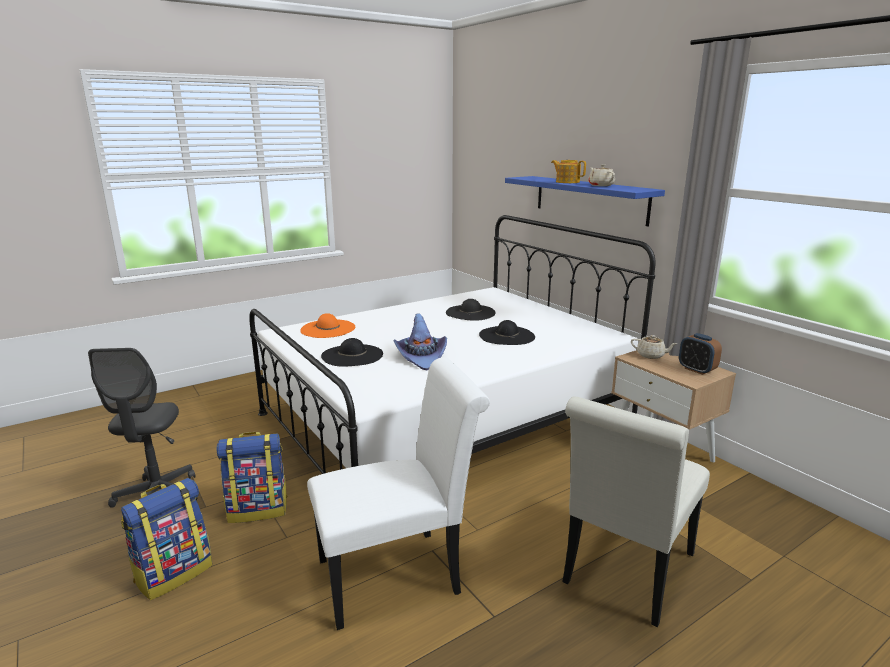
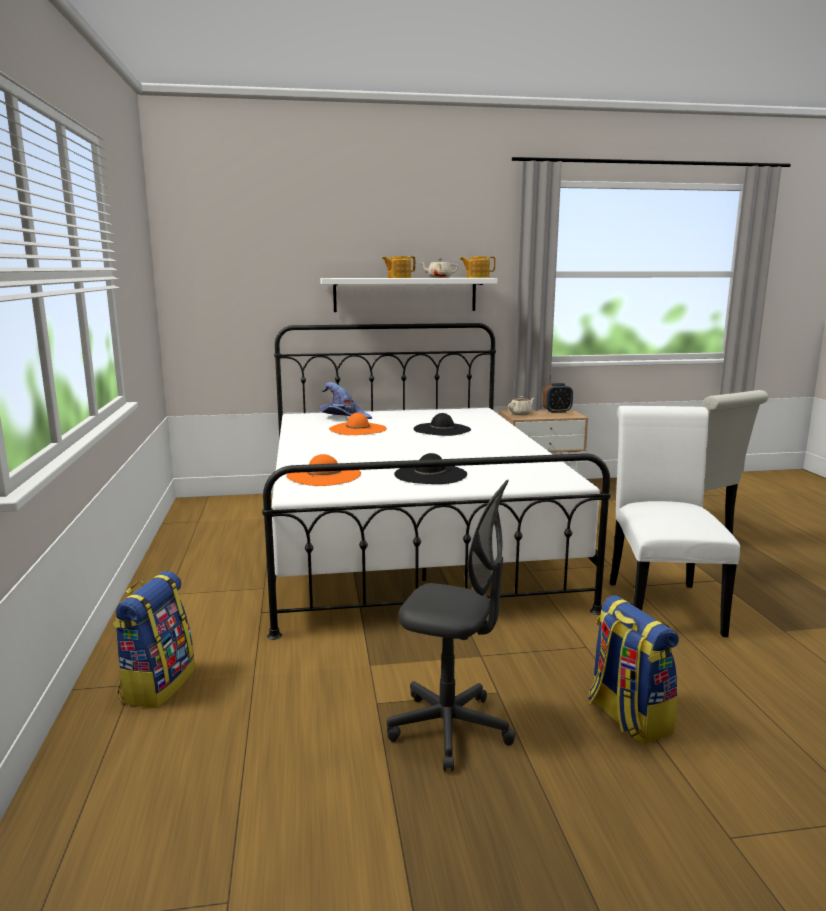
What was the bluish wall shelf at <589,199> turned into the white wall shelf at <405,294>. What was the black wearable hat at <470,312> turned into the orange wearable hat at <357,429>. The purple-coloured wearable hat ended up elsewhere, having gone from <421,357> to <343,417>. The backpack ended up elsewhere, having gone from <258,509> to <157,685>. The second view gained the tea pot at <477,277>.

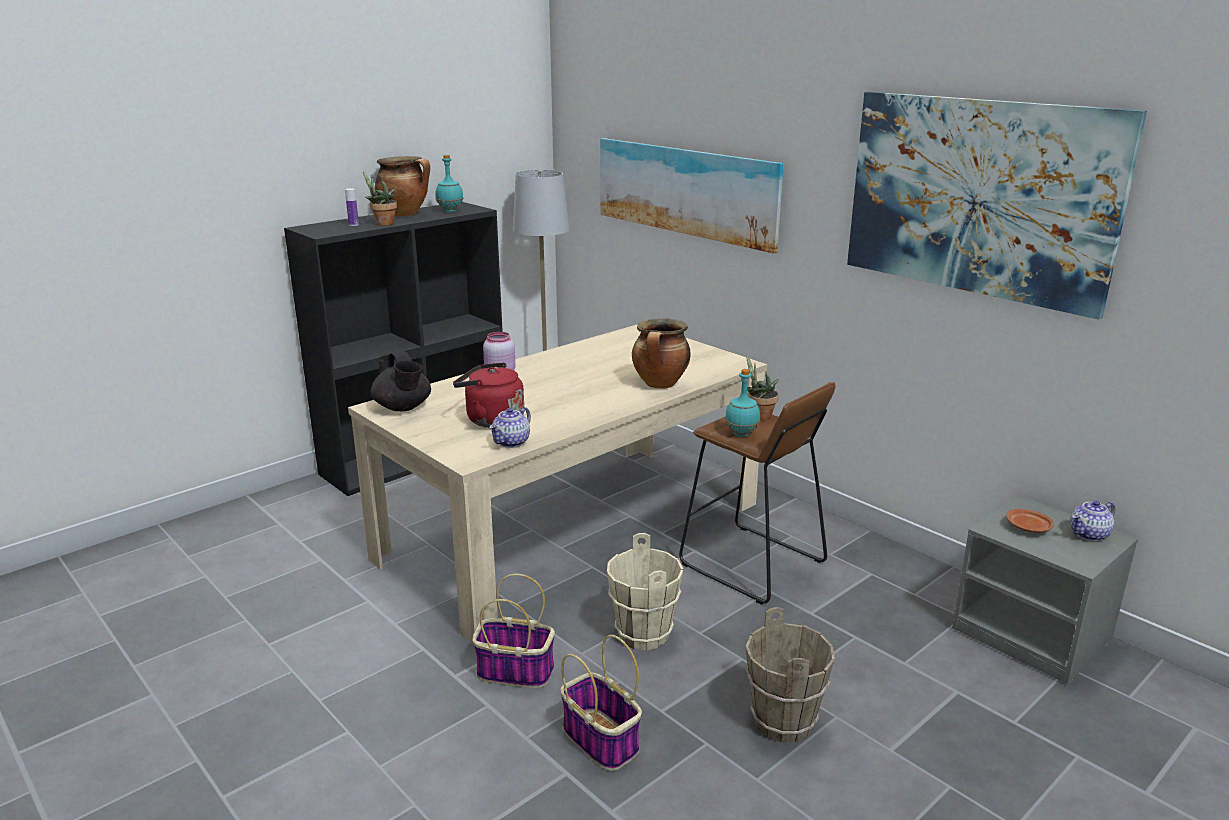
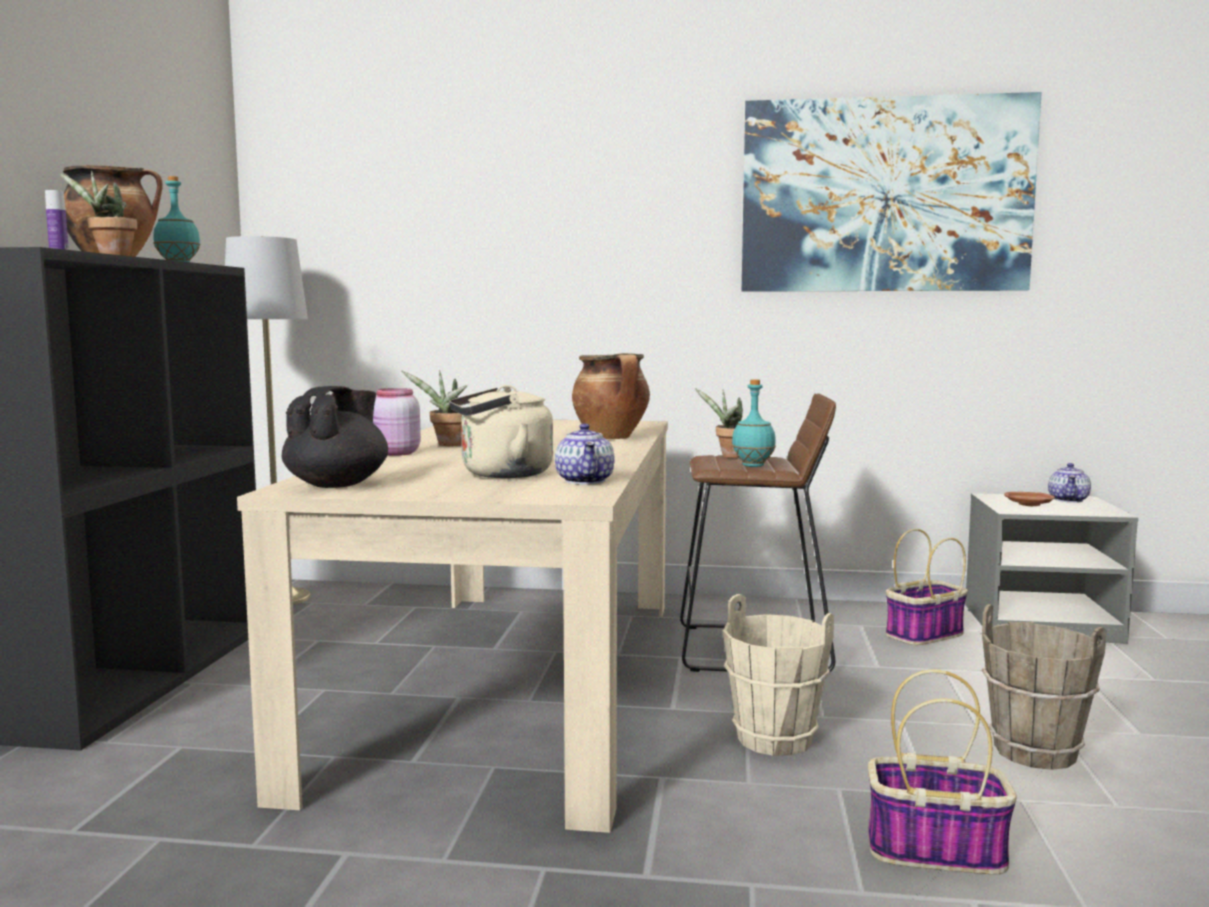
The second view lost the wall picture at <686,190>. The black tea pot at <403,408> ended up facing another way, 90 degrees counterclockwise from before. What was the reddish tea kettle at <491,420> turned into the beige tea kettle at <501,474>. The household basket ended up elsewhere, having gone from <513,671> to <924,635>. The second view gained the potted plant at <447,445>.

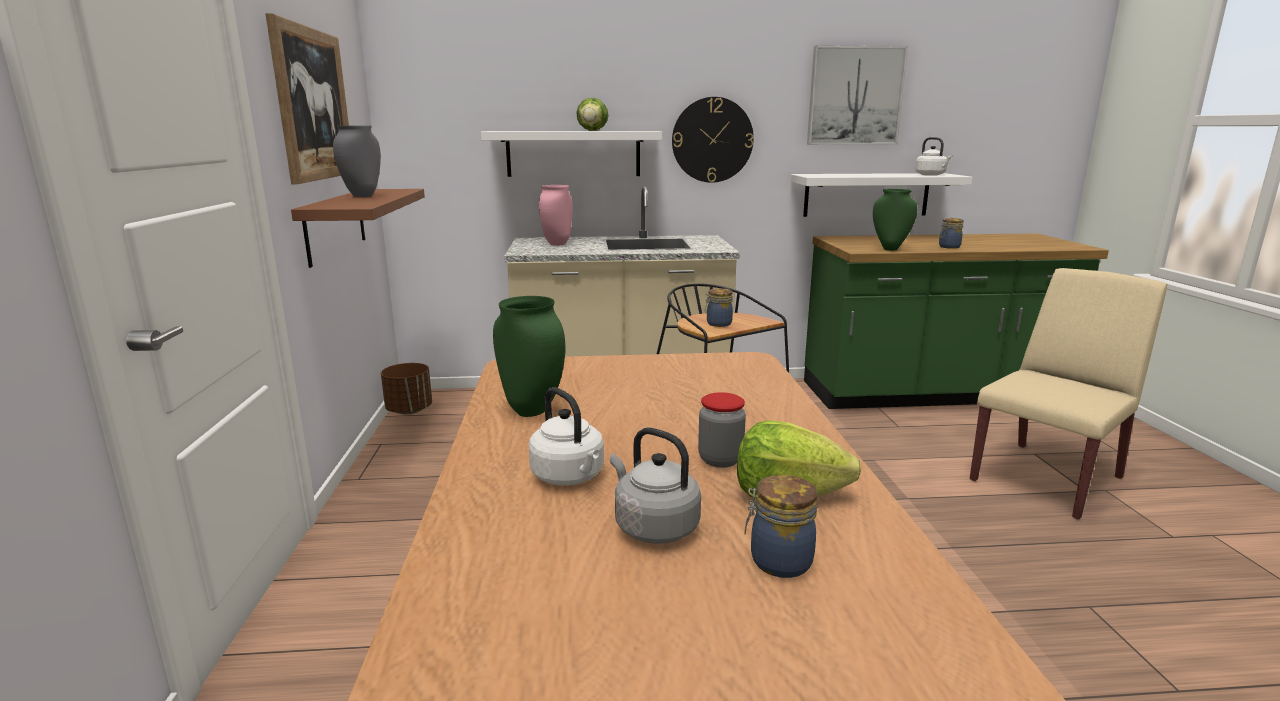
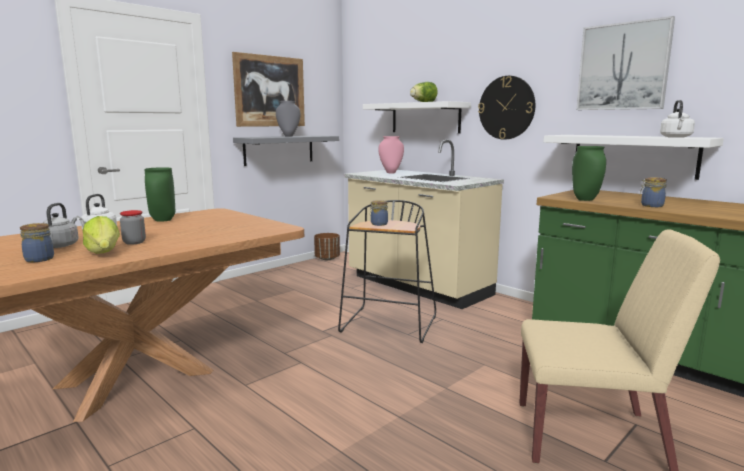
What was the brown wall shelf at <335,225> turned into the grey wall shelf at <279,150>.

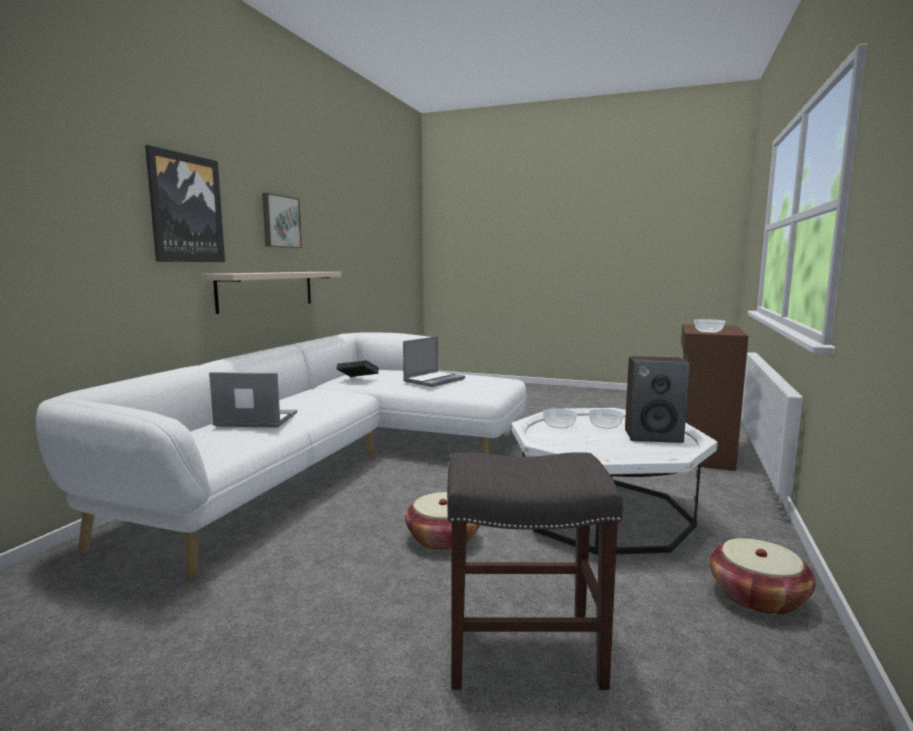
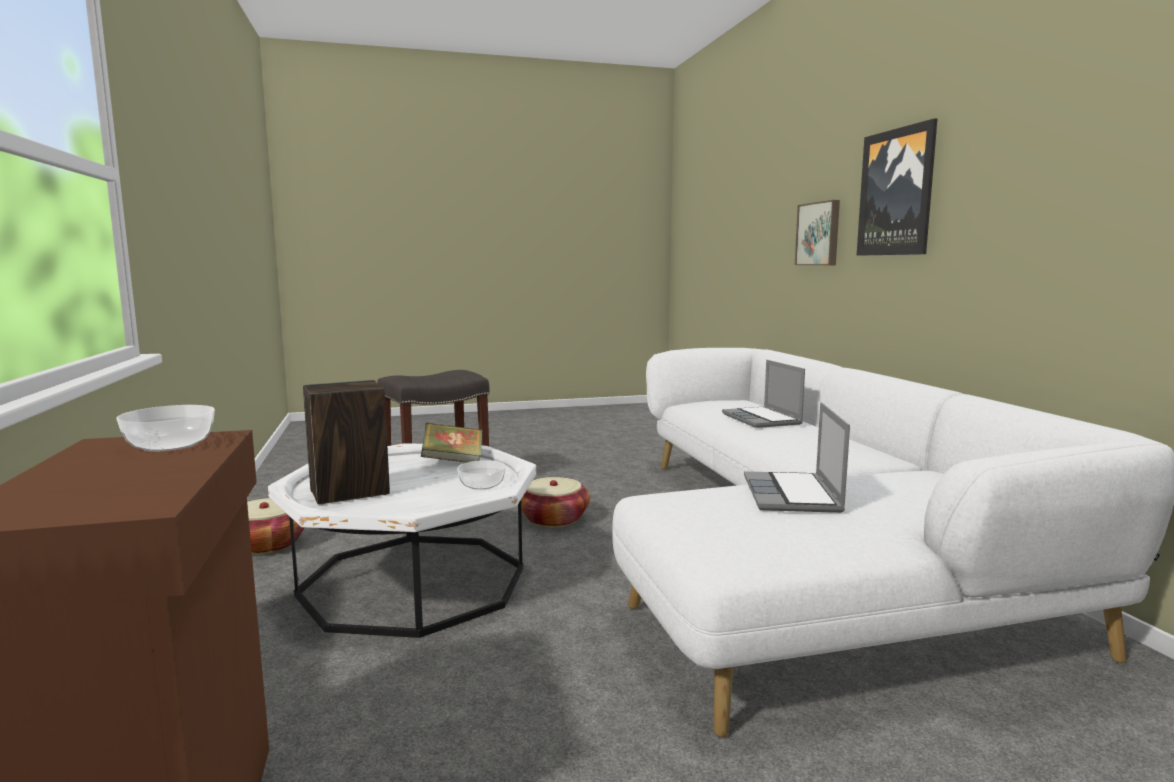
The wall picture ended up elsewhere, having gone from <280,221> to <819,234>. The second view lost the beige wall shelf at <267,290>. The bound book ended up elsewhere, having gone from <358,380> to <453,461>. The notebook computer at <255,420> ended up facing another way, 105 degrees clockwise from before. The second view lost the bowl at <605,425>.

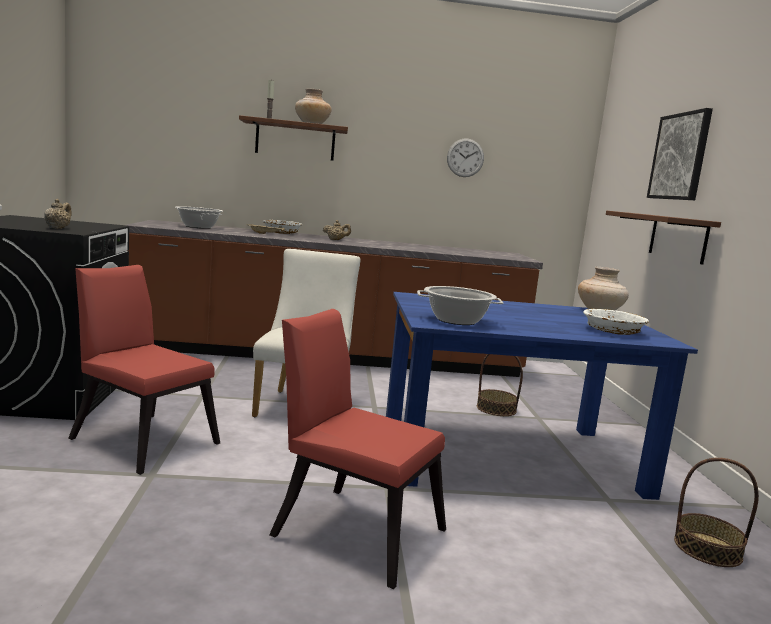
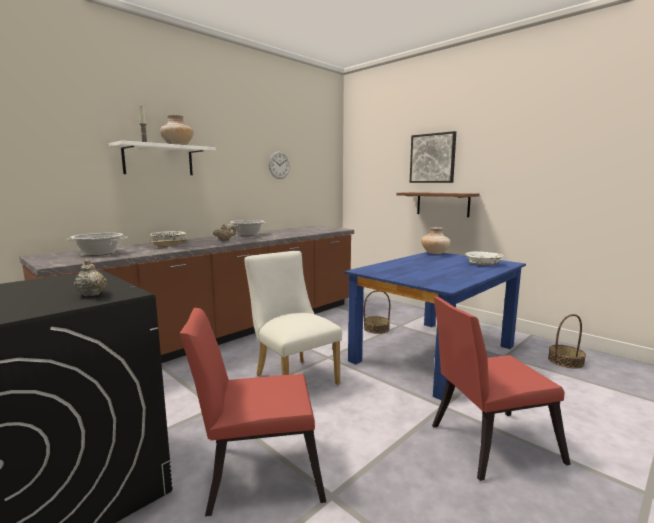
What was the brown wall shelf at <295,140> turned into the white wall shelf at <158,160>. The saucepot ended up elsewhere, having gone from <456,320> to <247,235>.

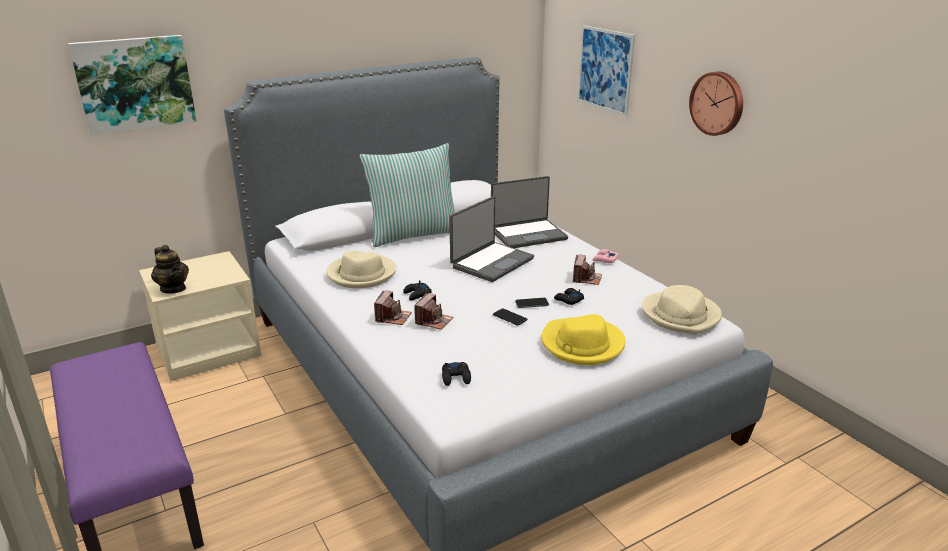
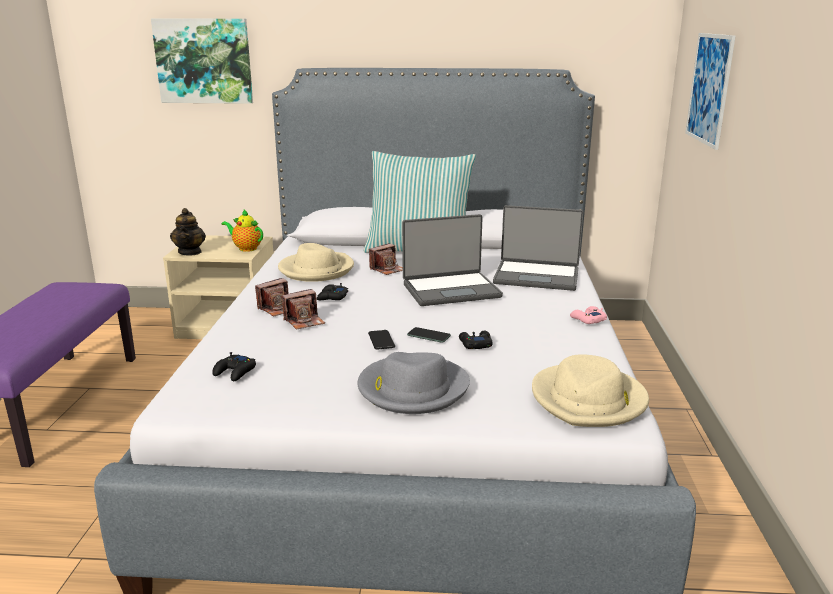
The second view lost the hanging clock at <718,103>. The photo camera ended up elsewhere, having gone from <586,279> to <387,269>. What was the yellow wearable hat at <581,344> turned into the grey wearable hat at <412,388>. The second view gained the tea pot at <246,248>.

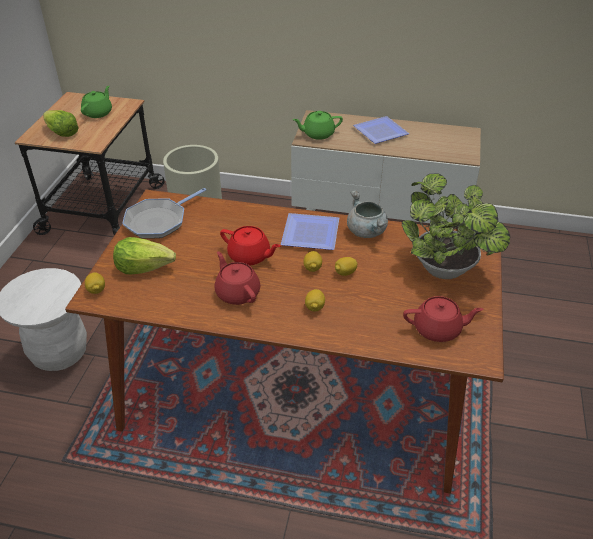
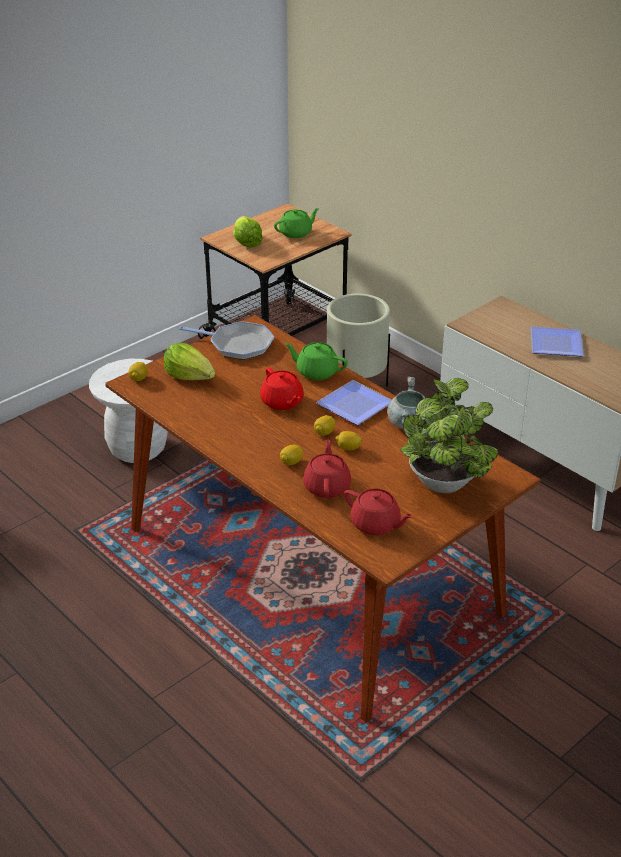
The green tea pot ended up elsewhere, having gone from <318,134> to <316,372>. The pan at <159,221> ended up facing another way, 150 degrees counterclockwise from before. The reddish tea pot ended up elsewhere, having gone from <237,292> to <327,486>.

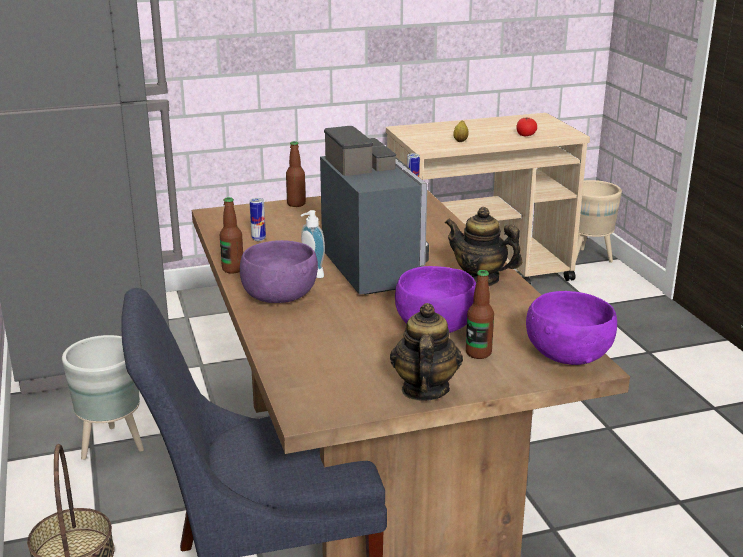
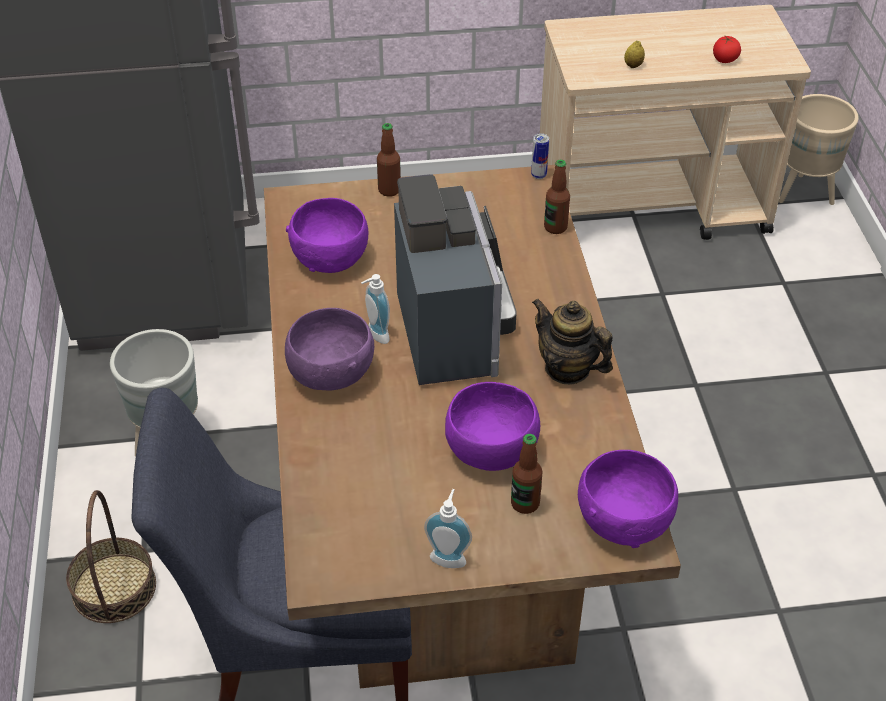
The bottle ended up elsewhere, having gone from <233,269> to <555,227>. Where the sealed can stood at <258,239>, the purple-coloured bowl came to stand at <330,258>. Where the tea pot stood at <424,389>, the soap dispenser came to stand at <449,556>.

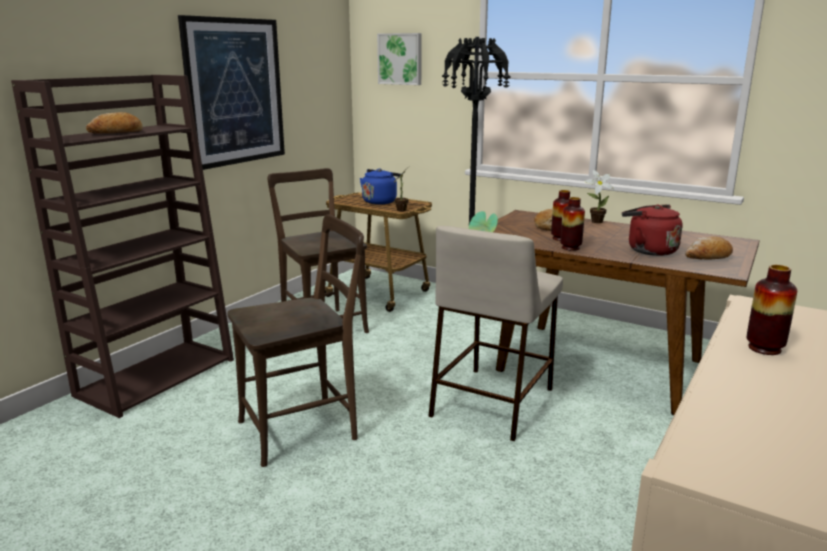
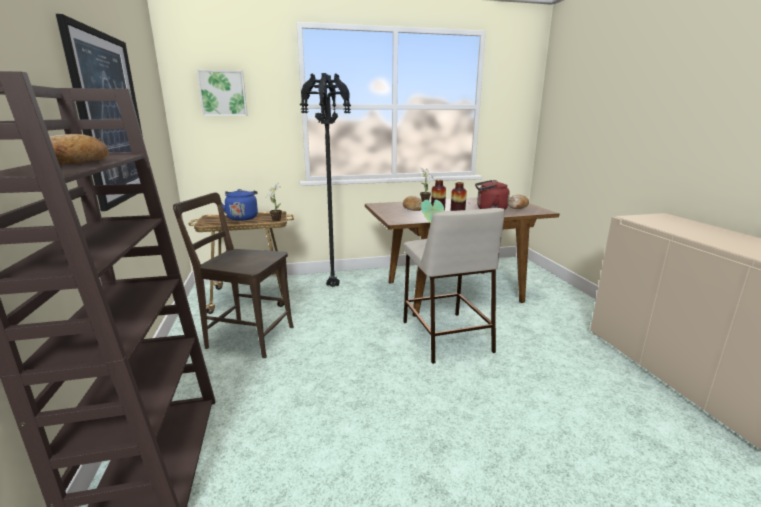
The second view lost the brown upright chair at <304,429>. The second view lost the vase at <764,348>.

